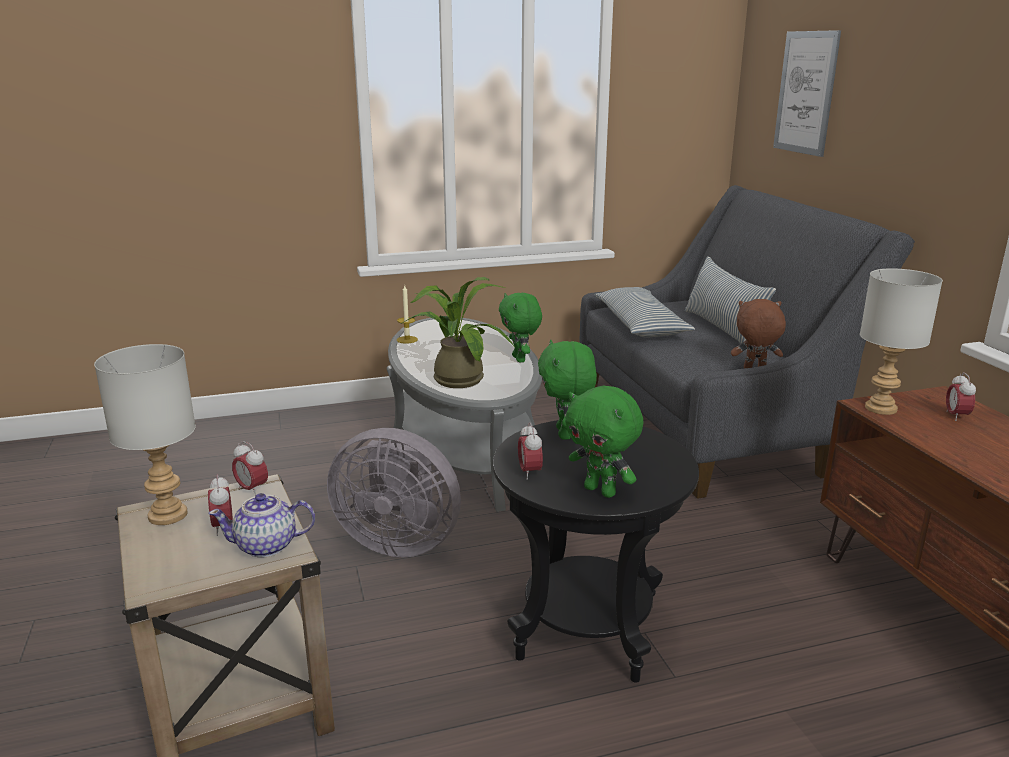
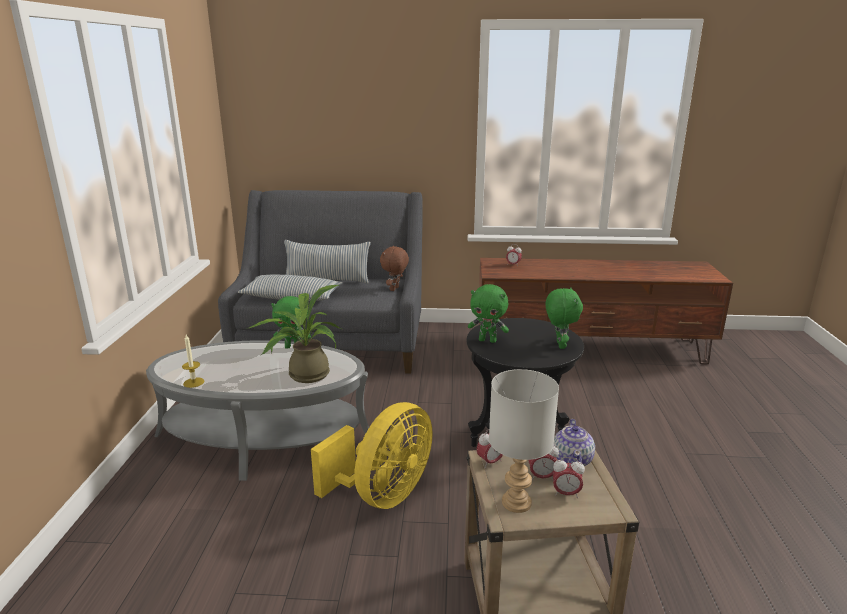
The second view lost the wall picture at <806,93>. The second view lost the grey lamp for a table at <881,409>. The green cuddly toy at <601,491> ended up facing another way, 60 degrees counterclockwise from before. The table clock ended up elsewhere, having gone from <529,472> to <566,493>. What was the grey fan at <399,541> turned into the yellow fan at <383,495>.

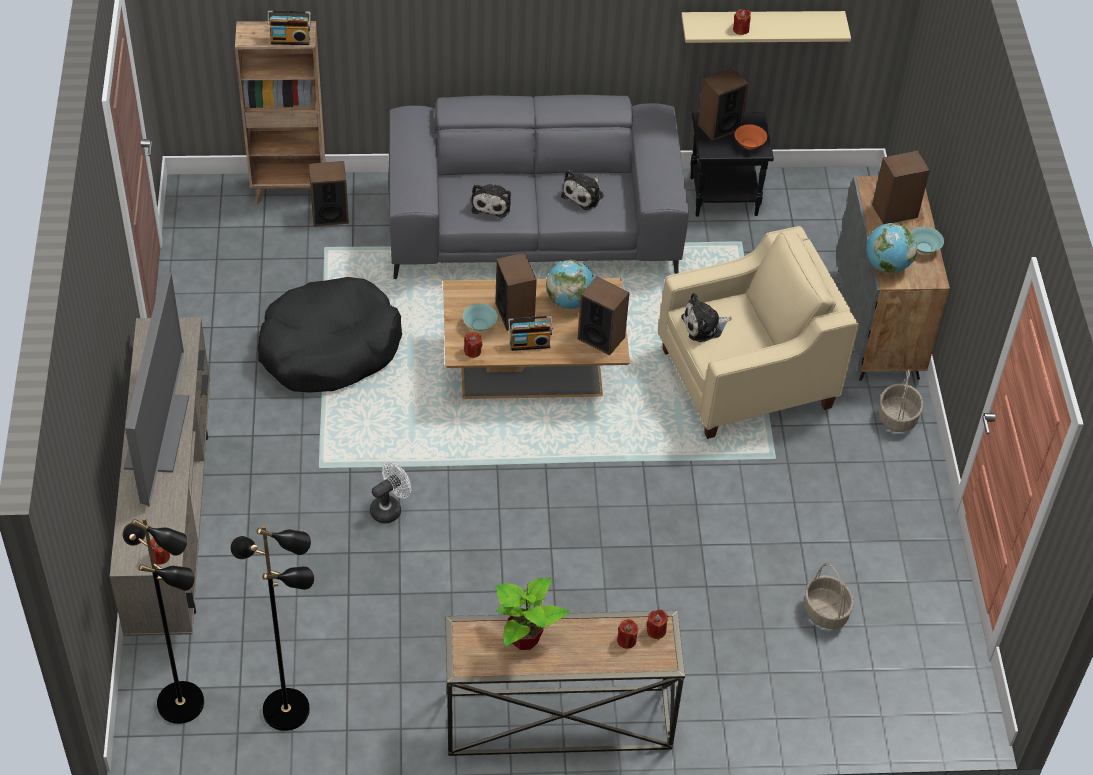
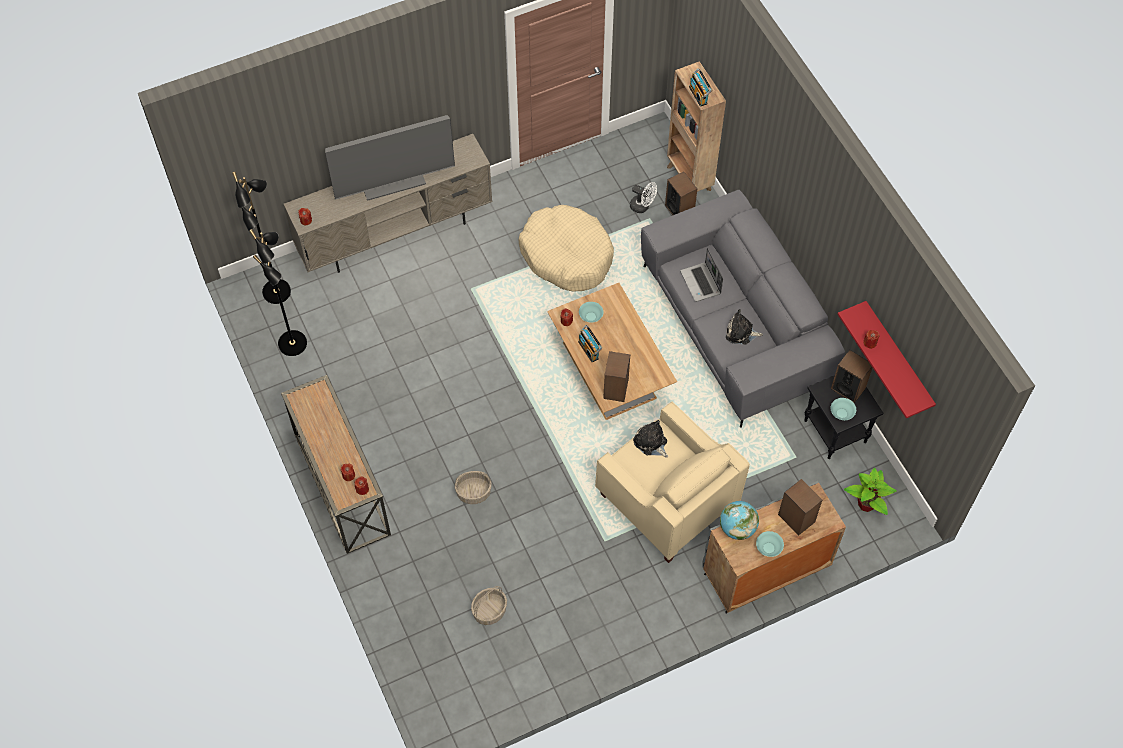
What was the beige wall shelf at <761,26> turned into the reddish wall shelf at <897,359>. What was the orange bowl at <749,144> turned into the blue-green bowl at <841,413>. Where the cuddly toy stood at <492,204>, the notebook computer came to stand at <701,283>. The second view lost the speaker at <515,314>. The second view lost the desk globe at <569,301>. What was the black dog cushion at <329,348> turned into the beige dog cushion at <566,255>. The household basket ended up elsewhere, having gone from <898,418> to <473,493>. The white fan ended up elsewhere, having gone from <390,508> to <642,206>. The potted plant ended up elsewhere, having gone from <525,638> to <867,504>.

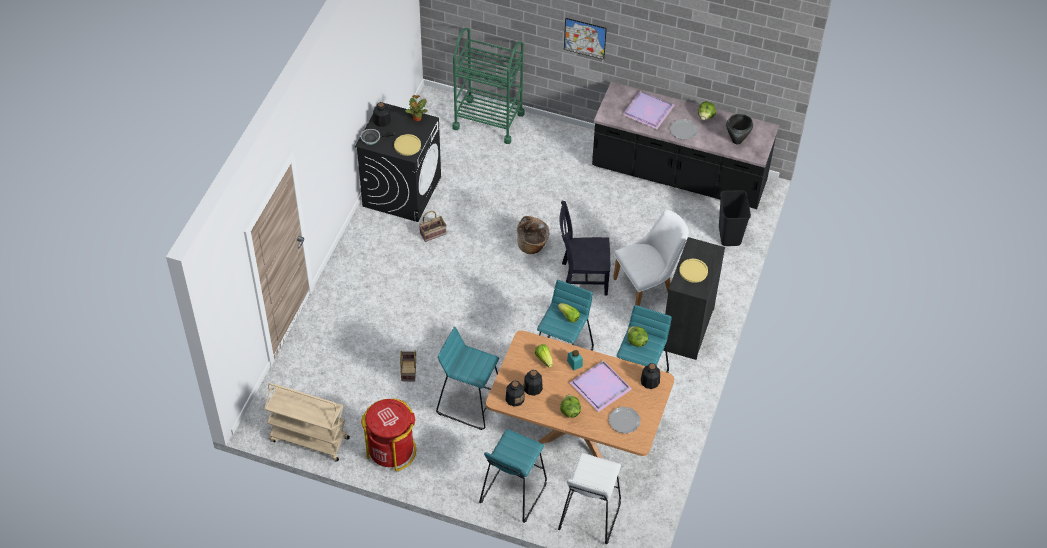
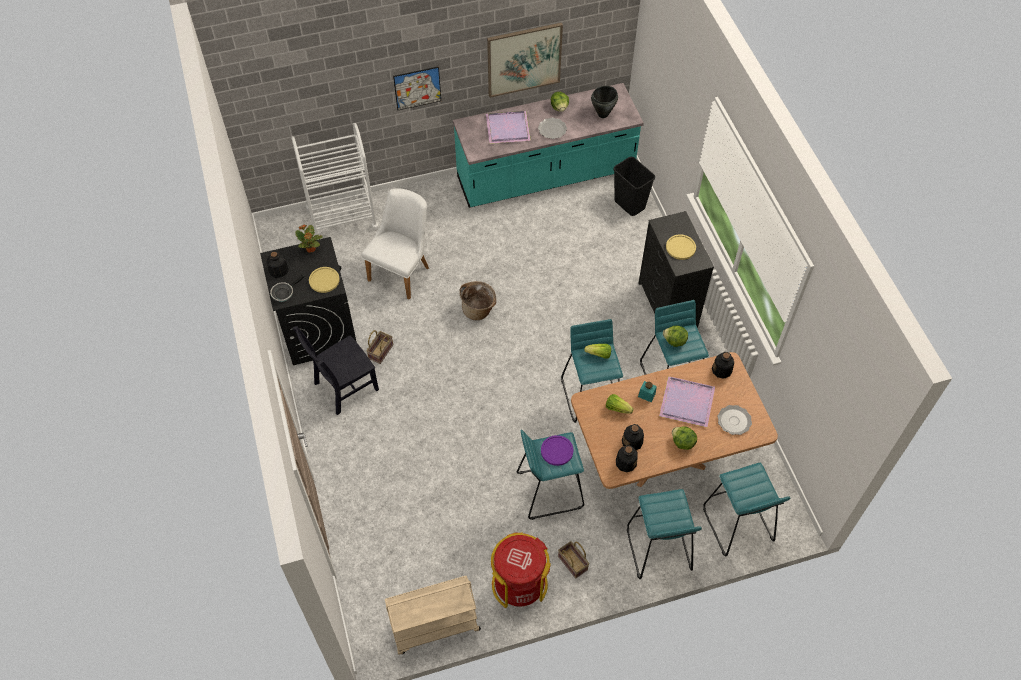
What was the green wheeled cart at <488,120> turned into the white wheeled cart at <342,219>. What was the black counter at <679,176> turned into the blue-green counter at <545,177>. The black upright chair ended up elsewhere, having gone from <581,278> to <343,388>. The white upright chair ended up elsewhere, having gone from <648,286> to <403,270>. The household basket ended up elsewhere, having gone from <409,371> to <573,563>. What was the white stool at <589,516> turned into the blue-green stool at <737,525>. The second view gained the wall picture at <524,59>. The second view gained the purple-coloured plate at <557,451>.

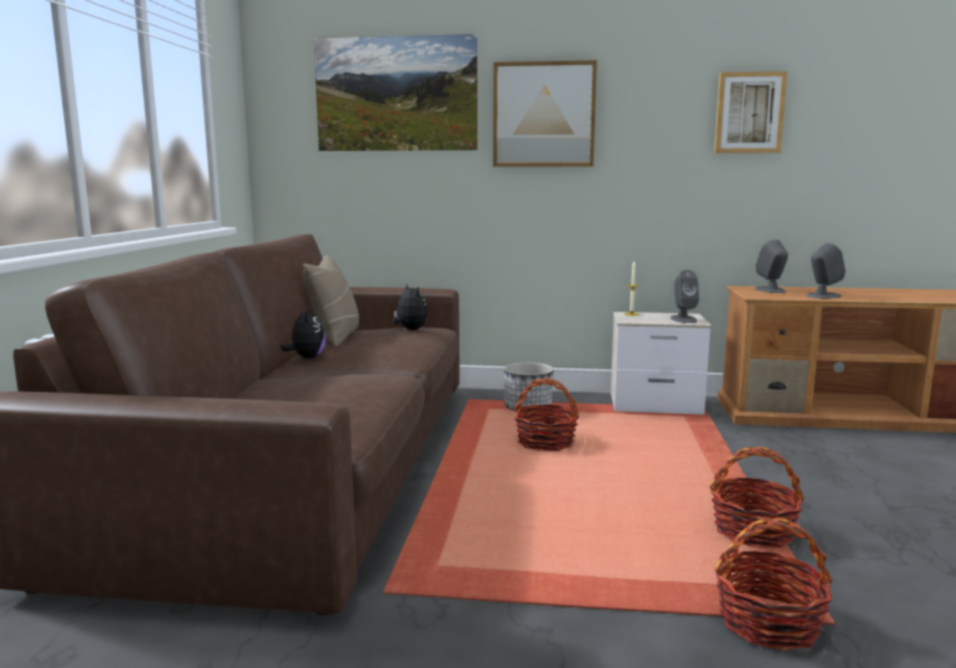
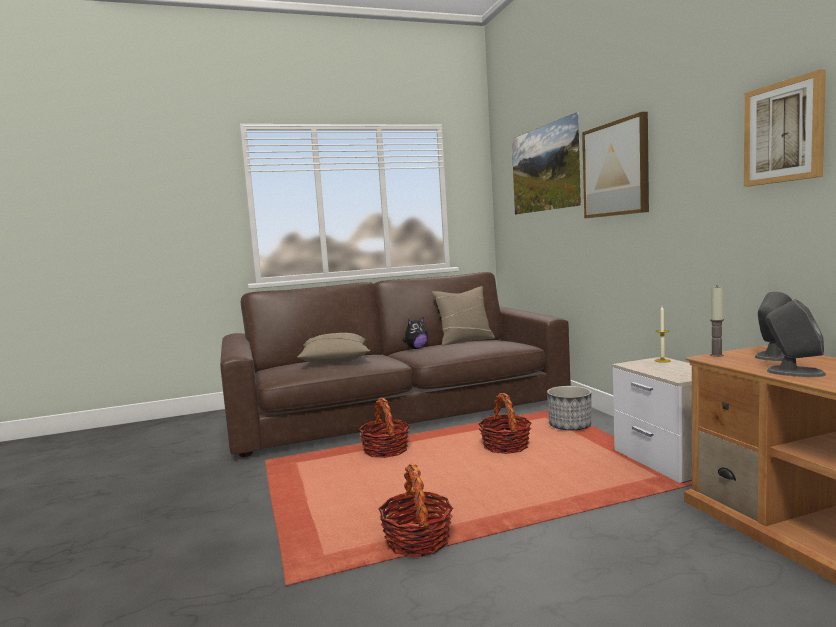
The second view lost the grey speaker at <683,319>. The second view lost the cuddly toy at <410,330>. The household basket ended up elsewhere, having gone from <768,623> to <386,450>. The second view gained the wax candle at <716,355>. The second view gained the beige cushion at <335,360>.

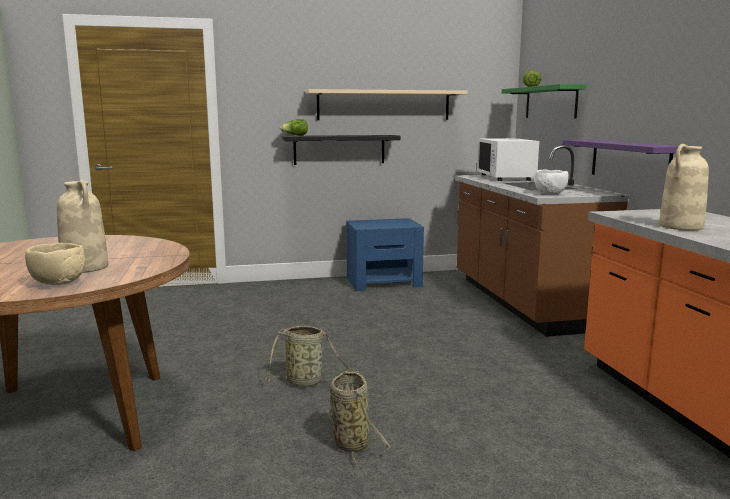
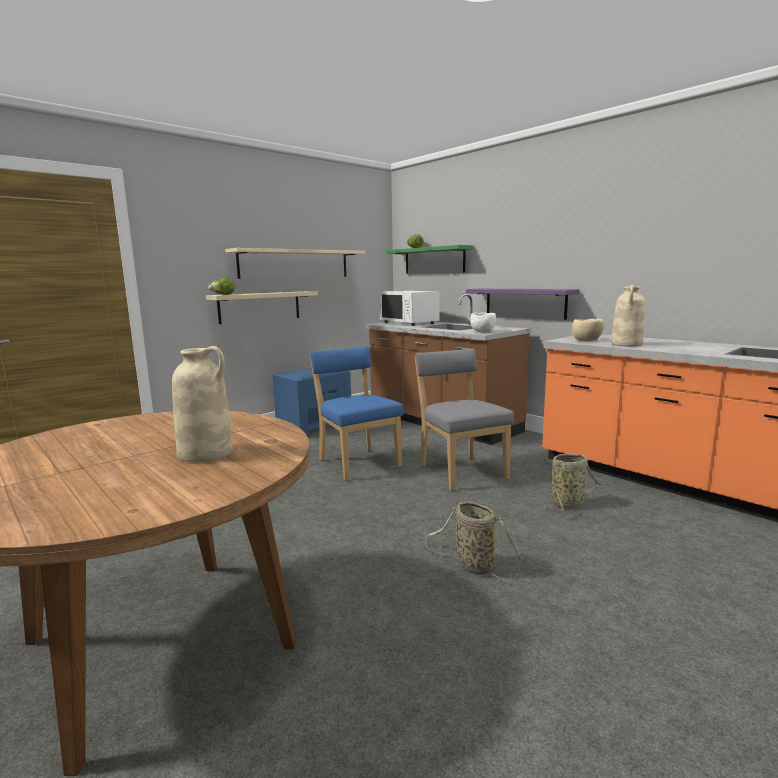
What was the black wall shelf at <339,149> turned into the beige wall shelf at <260,307>. The beige bowl ended up elsewhere, having gone from <59,283> to <587,341>. The household basket ended up elsewhere, having gone from <307,382> to <569,504>. The second view gained the bluish upright chair at <357,462>. The second view gained the grey upright chair at <460,471>.

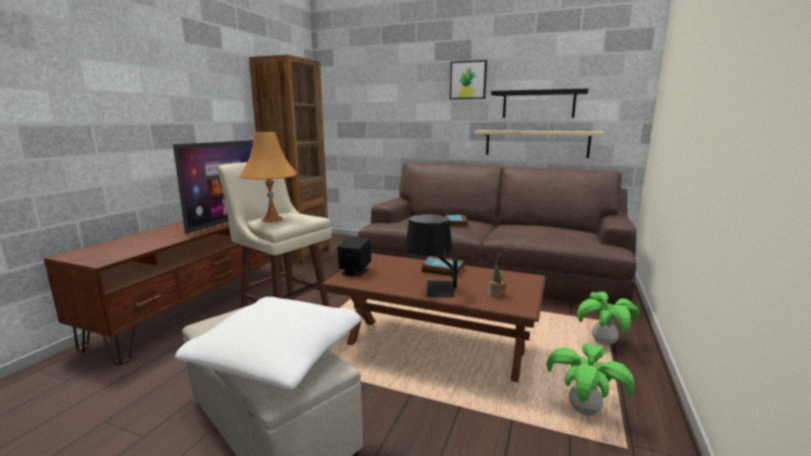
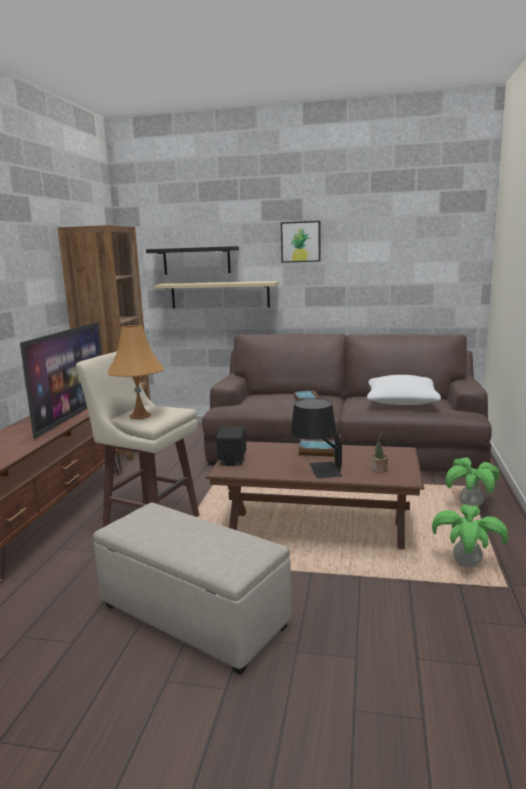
The black wall shelf ended up elsewhere, having gone from <538,104> to <196,260>. The beige wall shelf ended up elsewhere, having gone from <536,143> to <220,295>. The white cushion ended up elsewhere, having gone from <278,357> to <401,402>.

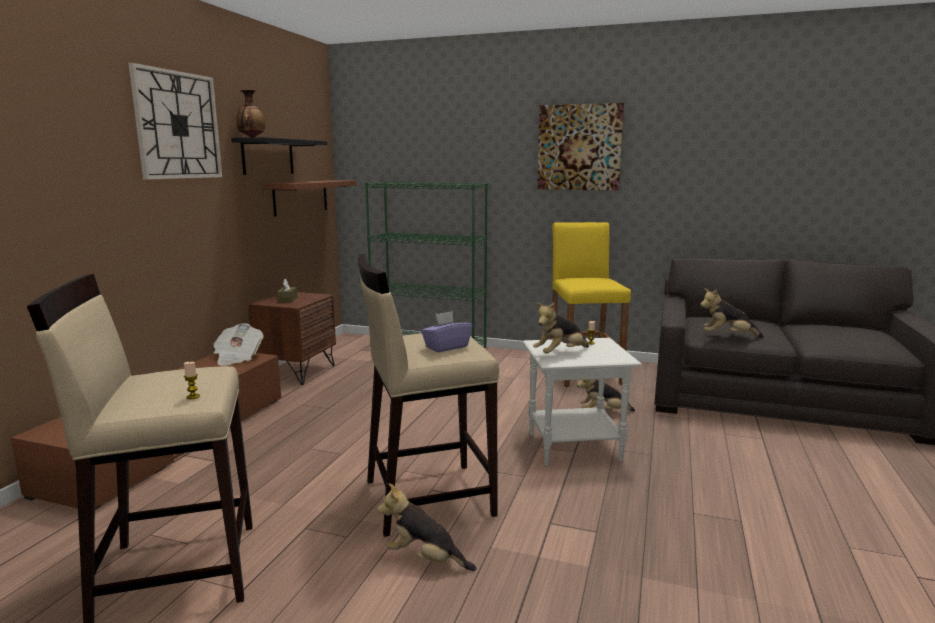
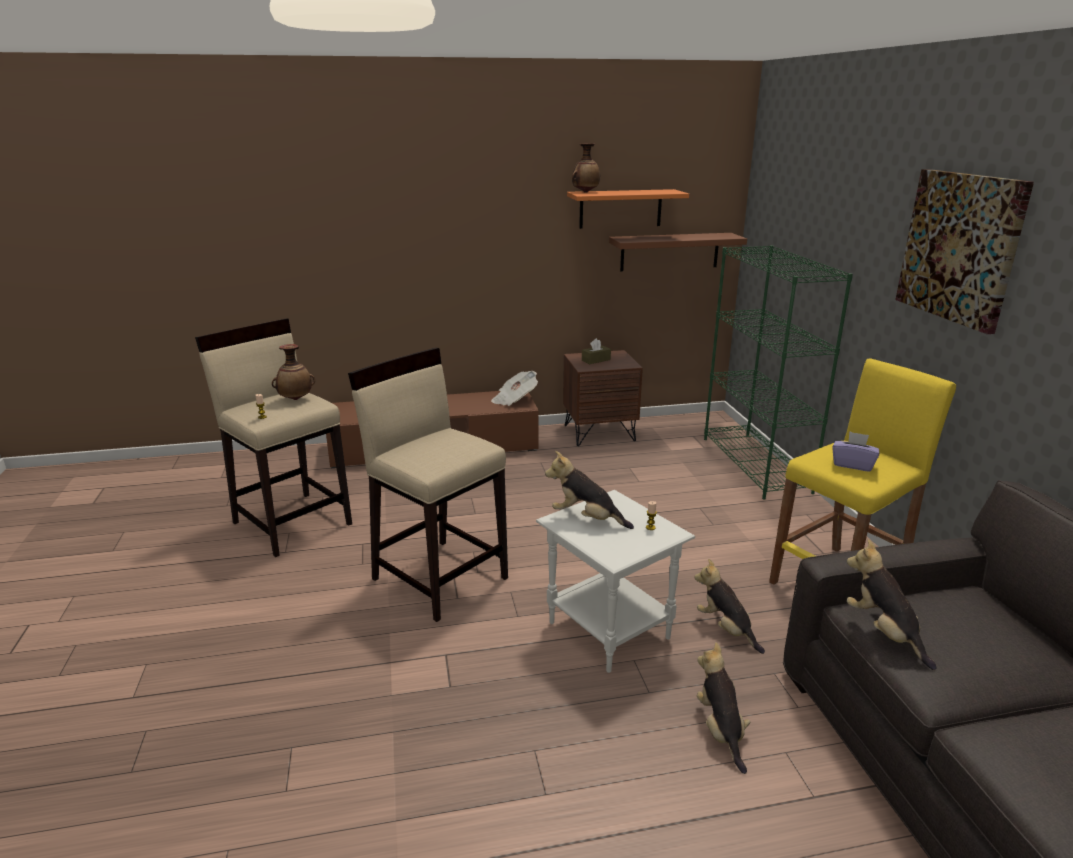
The second view lost the hanging clock at <178,125>. What was the black wall shelf at <268,157> turned into the orange wall shelf at <620,209>. The purple-coloured tissue holder ended up elsewhere, having gone from <446,347> to <852,464>. The cuddly toy ended up elsewhere, having gone from <425,559> to <720,730>. The second view gained the vase at <296,399>.

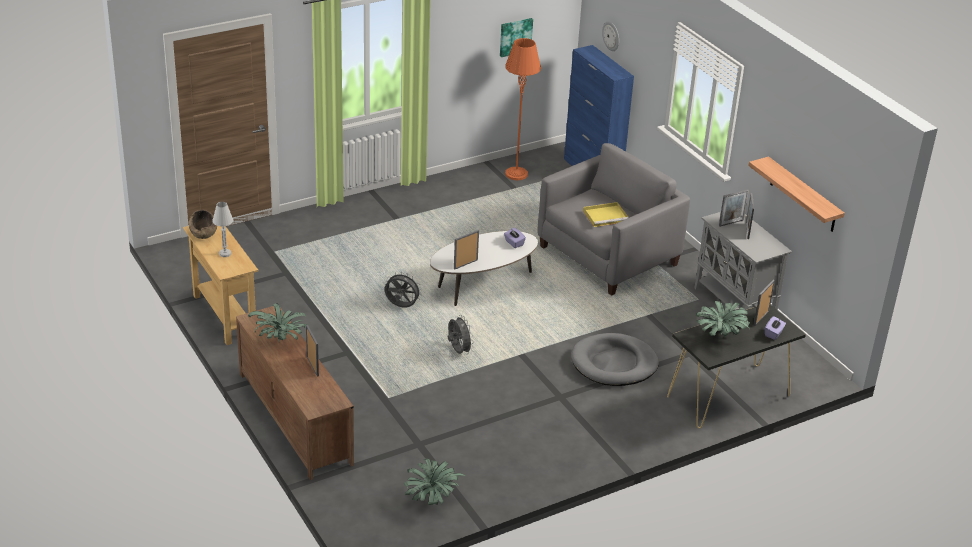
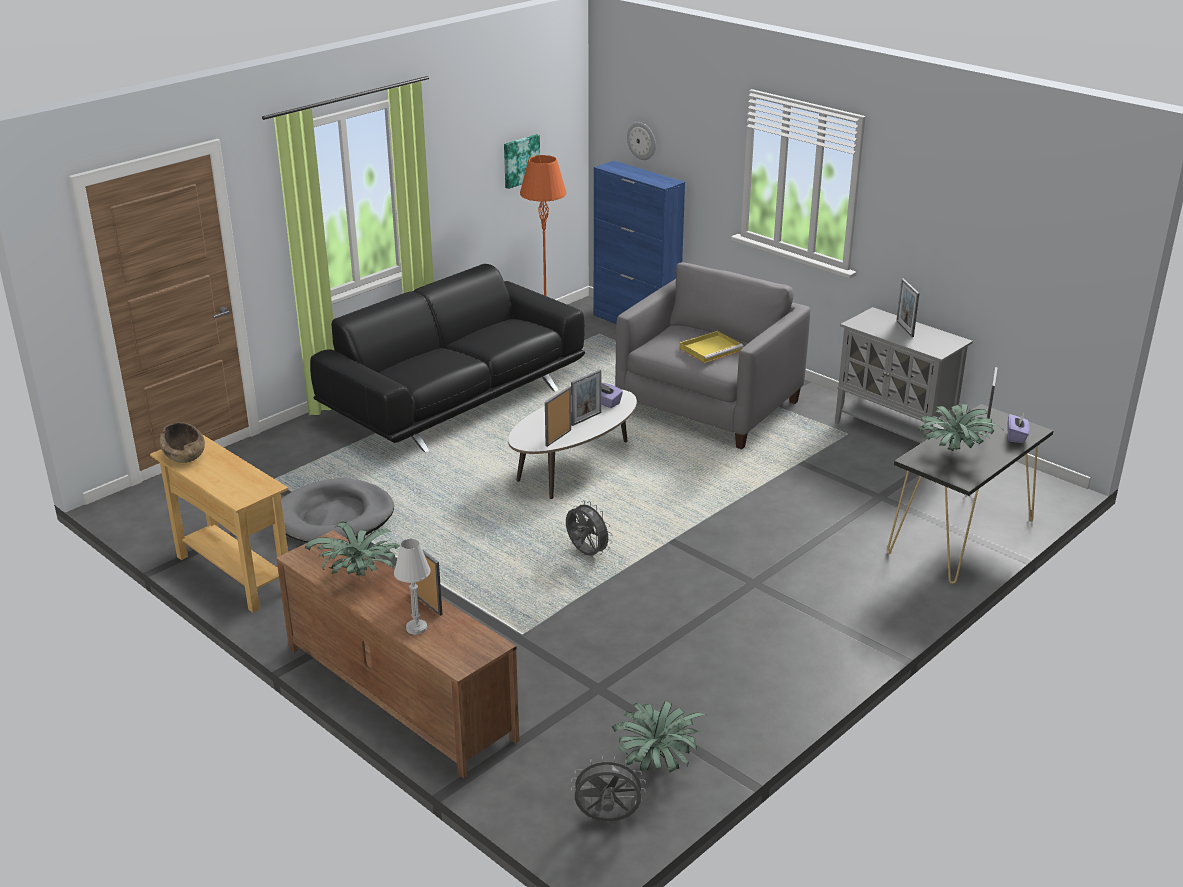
The second view lost the wall shelf at <803,195>. The standing frame ended up elsewhere, having gone from <731,223> to <586,419>. The white lamp for a table ended up elsewhere, having gone from <225,253> to <416,628>. The grey fan ended up elsewhere, having gone from <401,306> to <607,819>. The grey dog cushion ended up elsewhere, having gone from <614,363> to <334,517>. The second view gained the black sofa at <455,400>.

